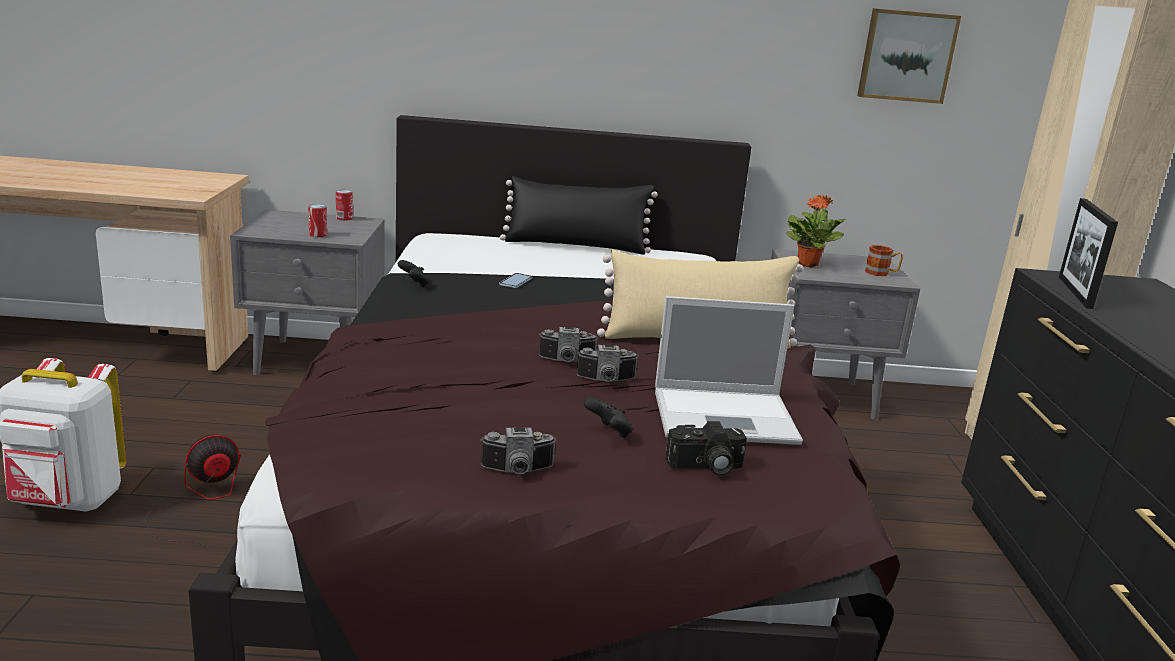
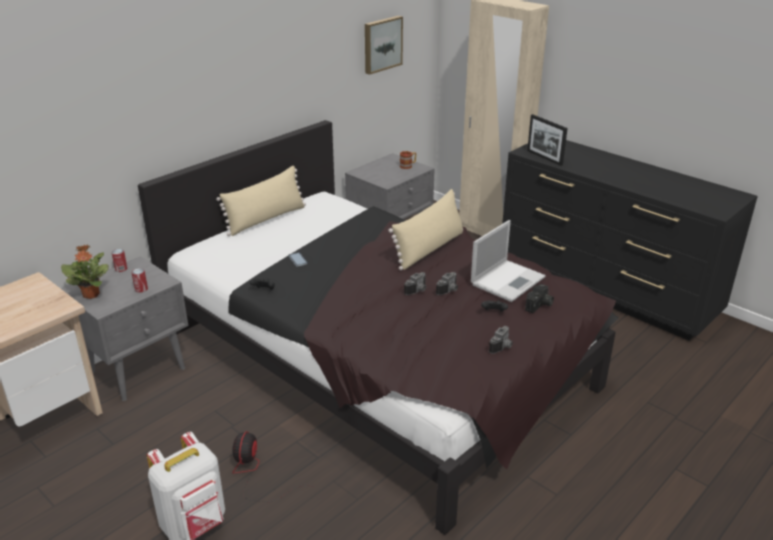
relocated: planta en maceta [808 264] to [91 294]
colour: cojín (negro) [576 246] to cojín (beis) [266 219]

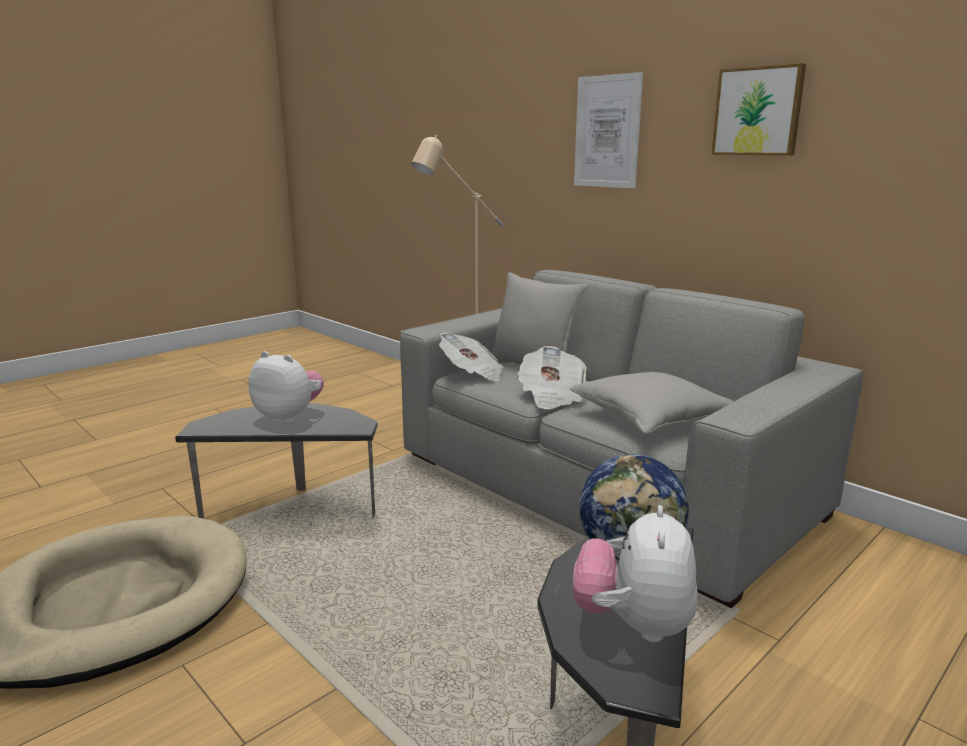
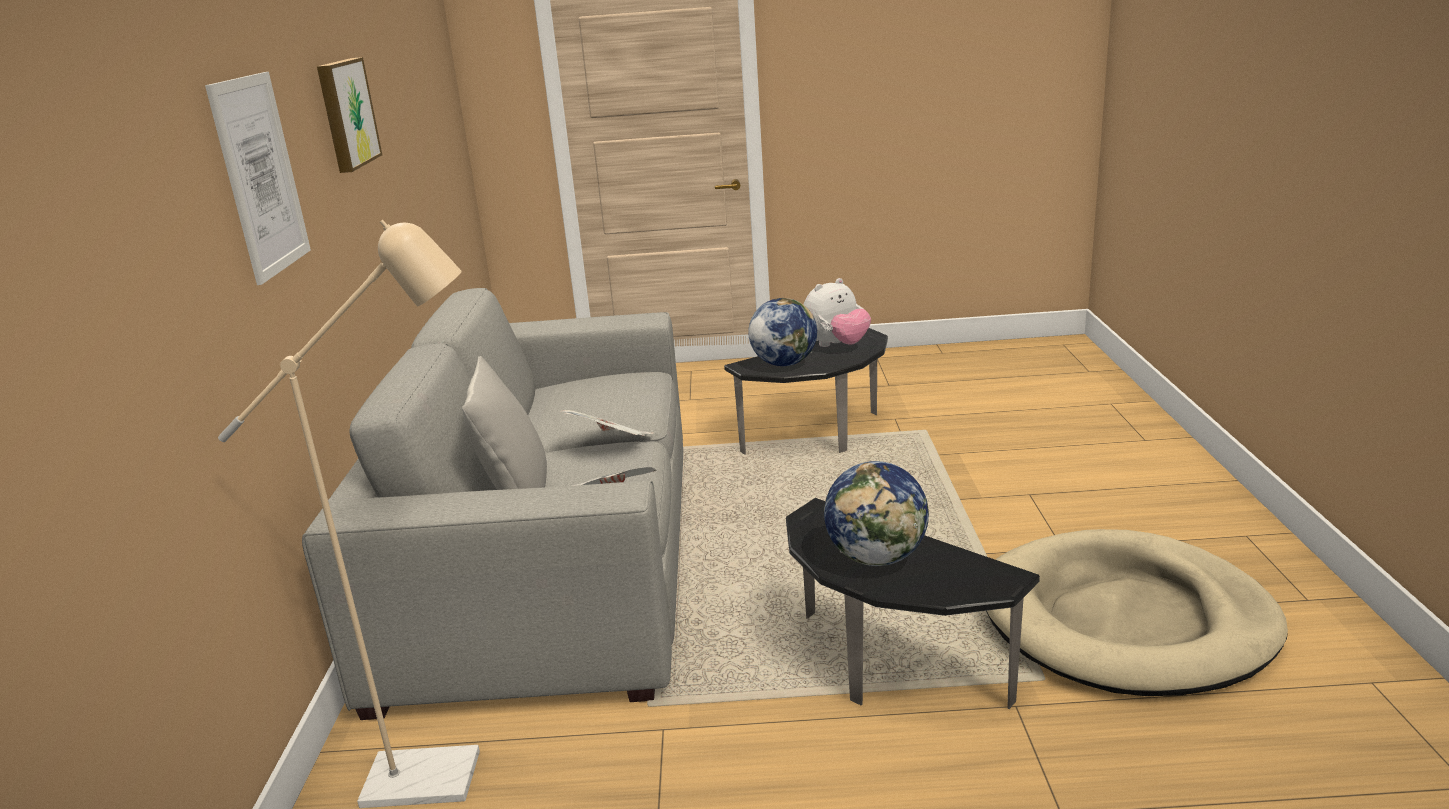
missing: cojín (gris) [650 419]
exchanged: peluche [289 417] to globo terráqueo [877 557]

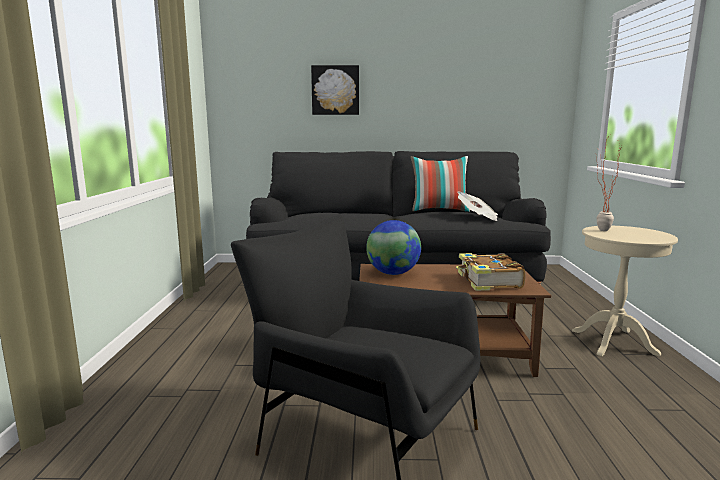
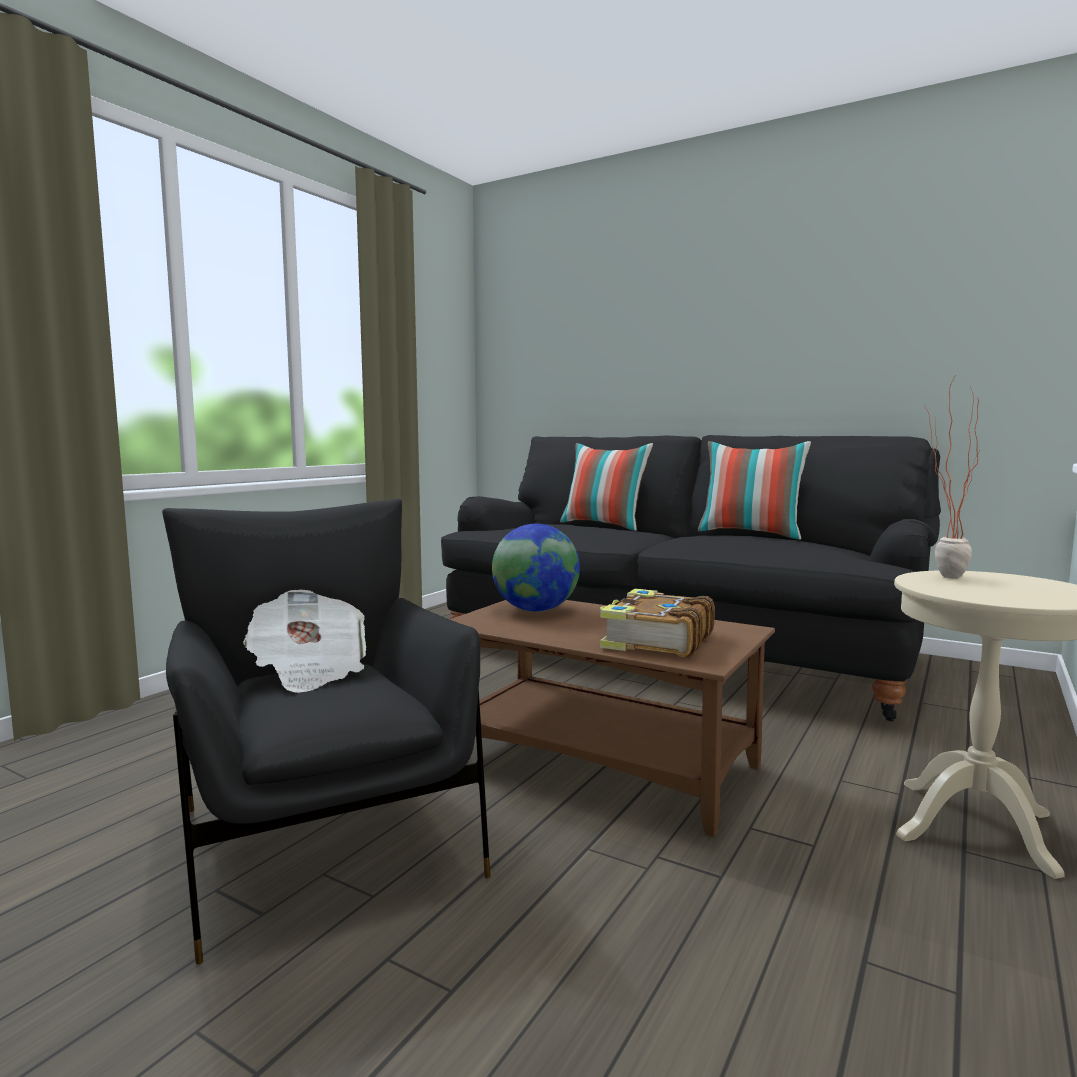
missing: cuadro [335 90]
appeared: cojín [604 526]
relocated: periódico [477 218] to [309 671]

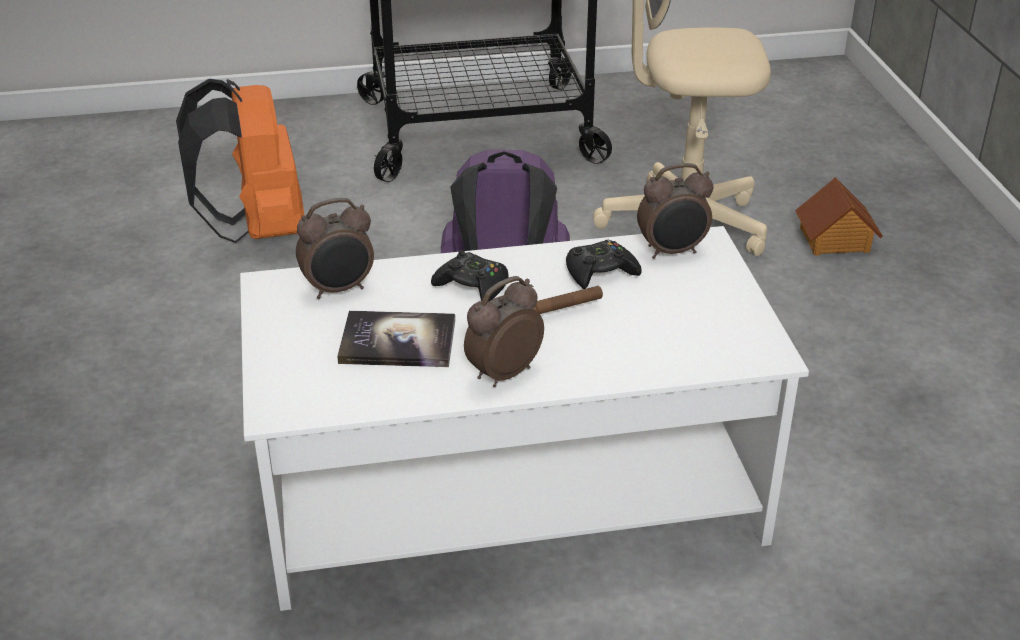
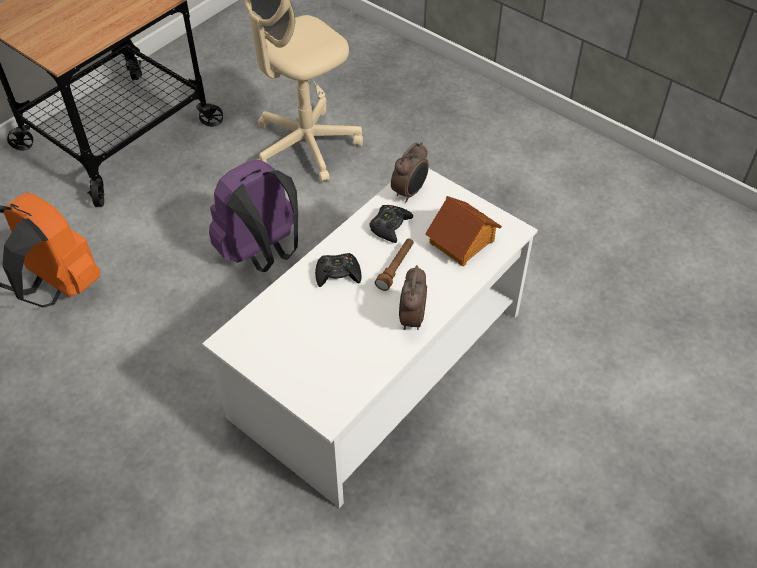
missing: despertador [339 289]; libro [397 342]
relocated: casita [835 240] to [462 242]

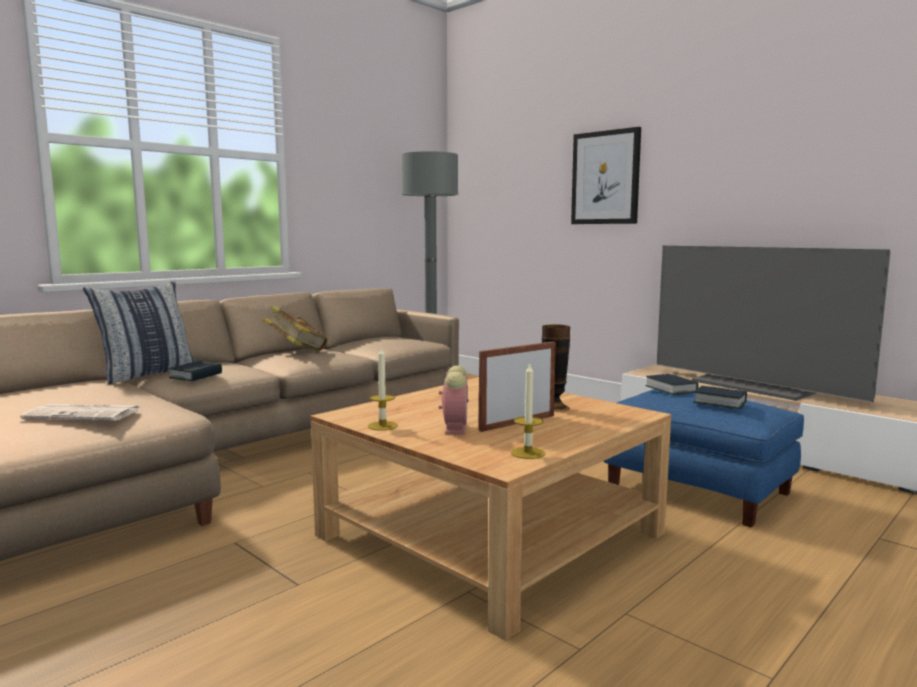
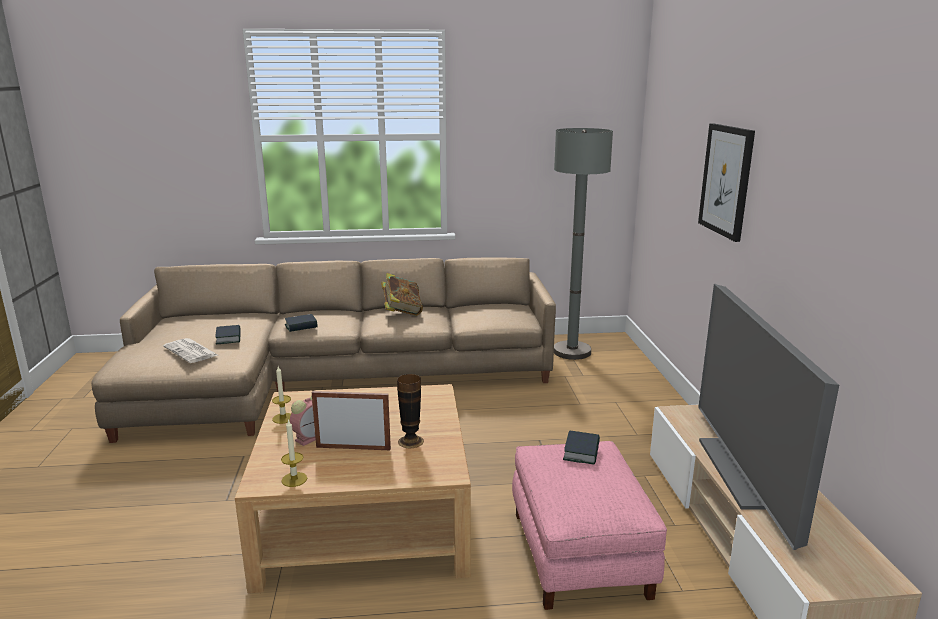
missing: cojín [147 374]
relocated: libro [719 402] to [229 338]
colour: puf (azul) [698 489] to puf (rosa) [580 553]

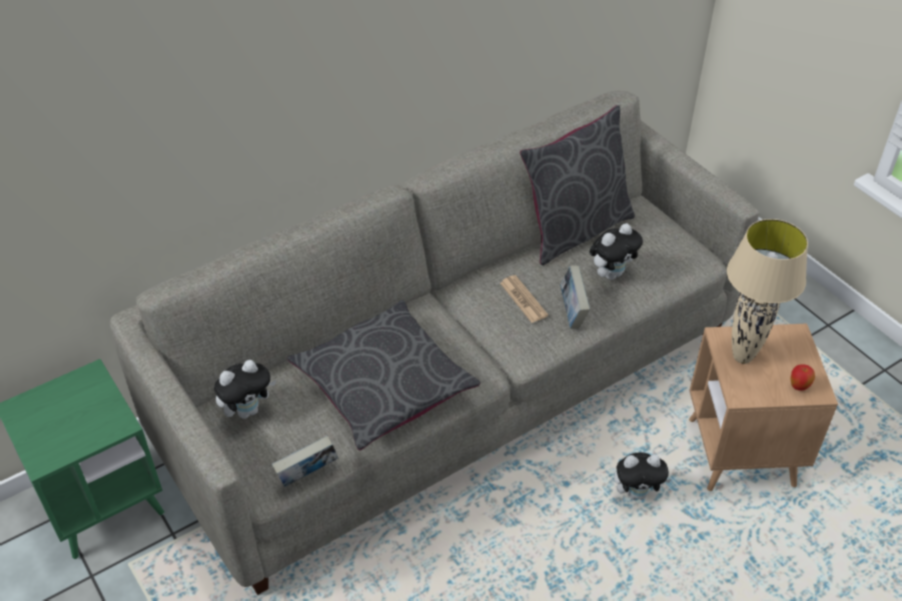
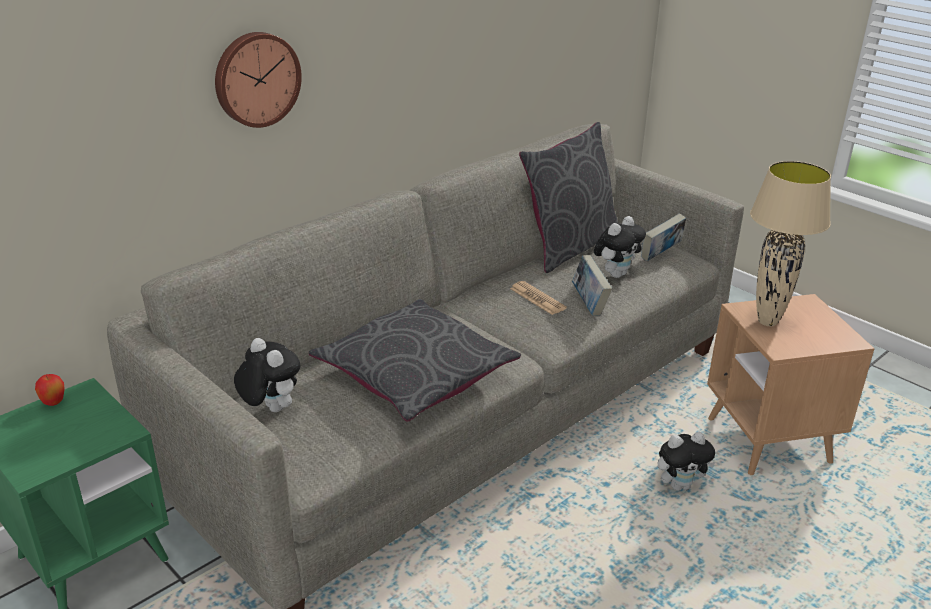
appeared: reloj de pared [256 79]
relocated: manzana [798 387] to [54 403]; libro [308 476] to [660 255]
spun: peluche [248 410] = [270 408] 90 degrees counterclockwise

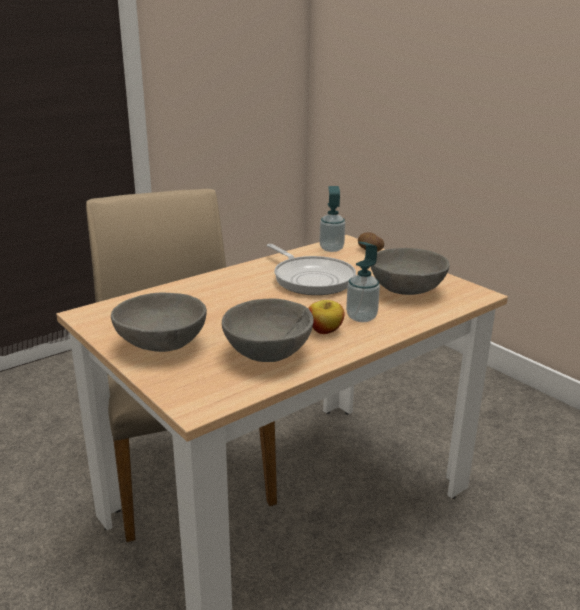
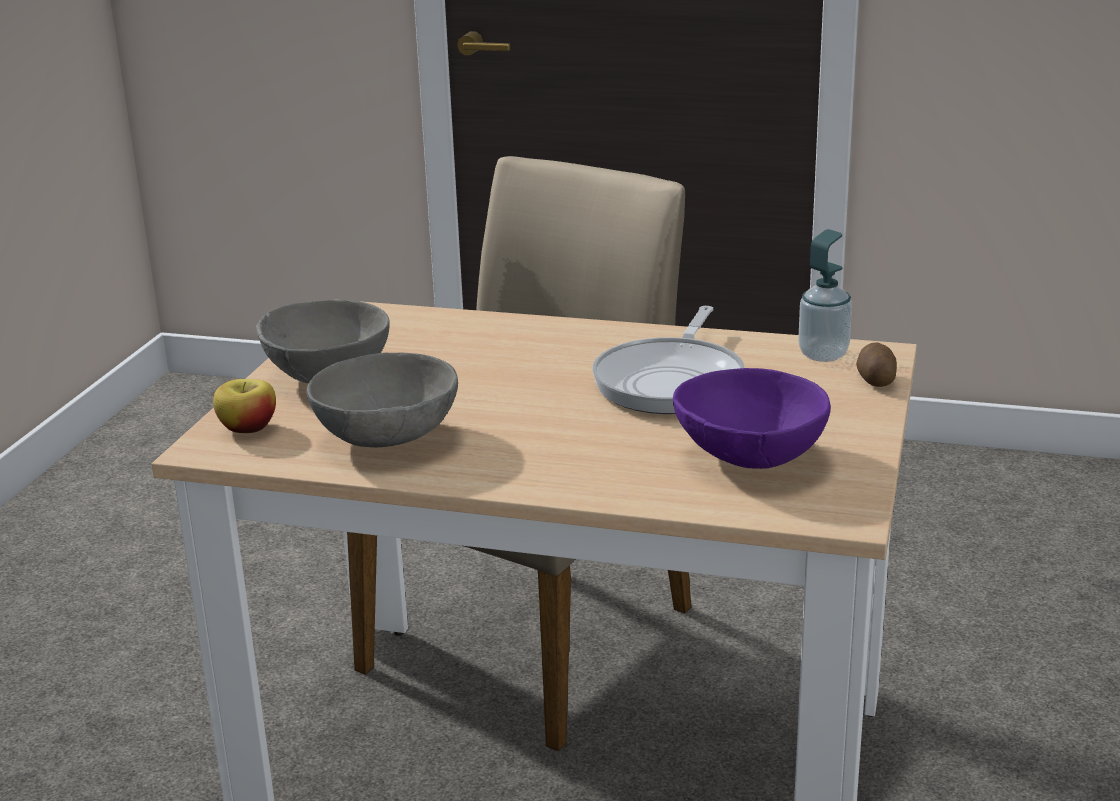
missing: dispensador de jabón [361 317]
relocated: manzana [325 330] to [248 428]
colour: cuenco (gris) [407 290] to cuenco (morado) [752 457]

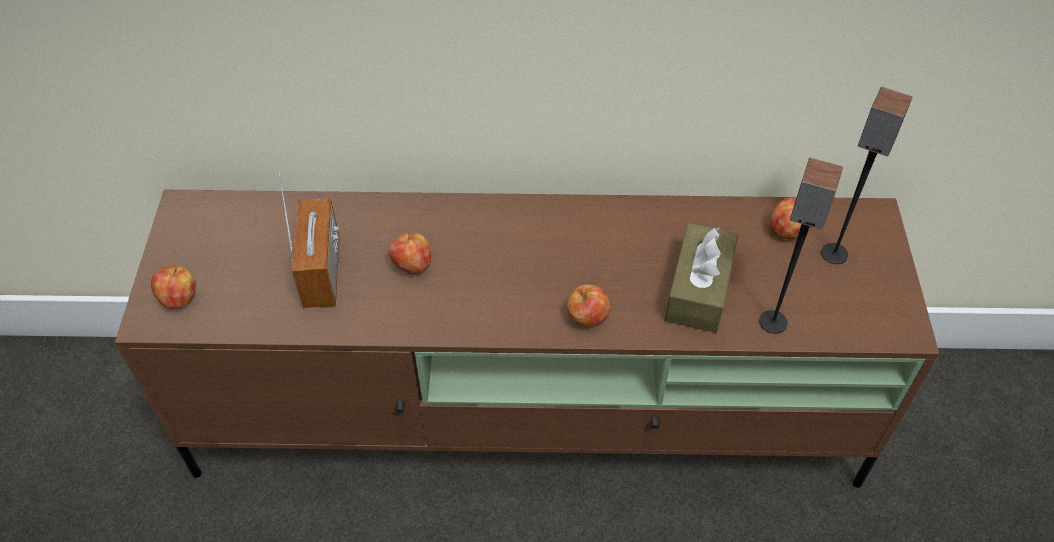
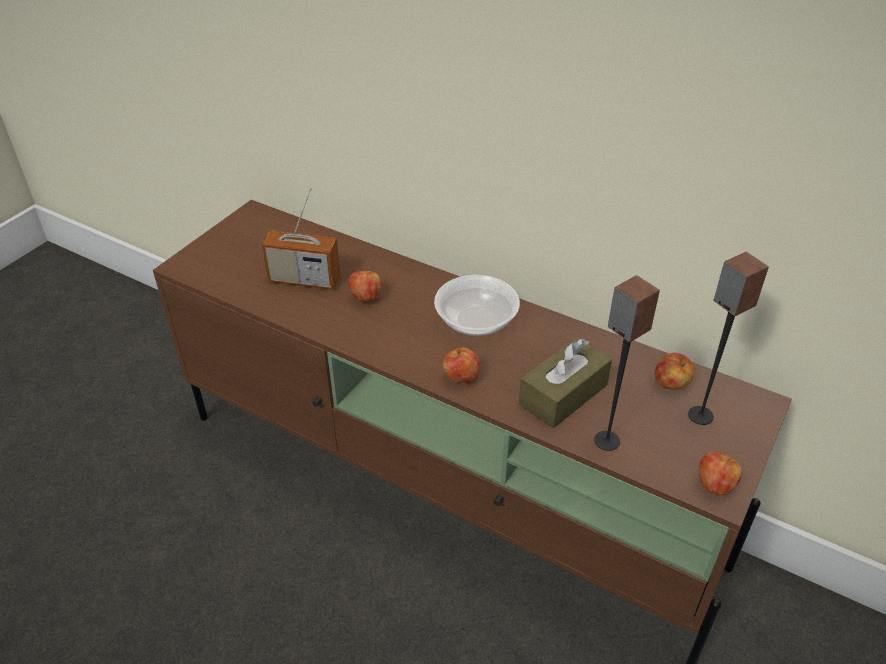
appeared: cuenco [476 321]
relocated: manzana [179 299] to [714 485]
spun: radio [322 273] = [304 280] 75 degrees clockwise

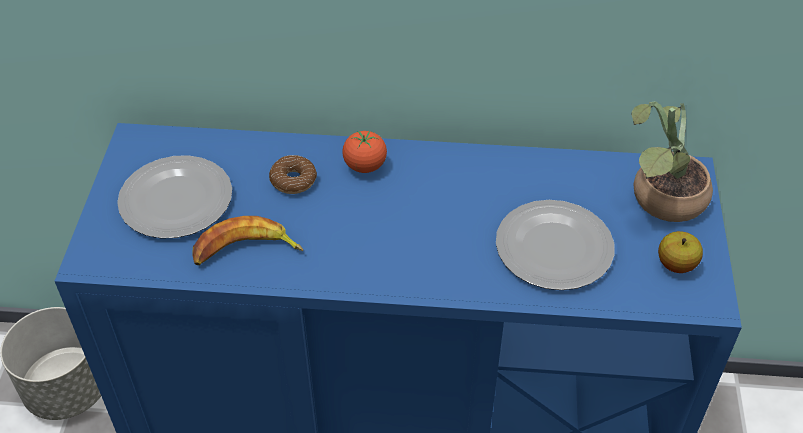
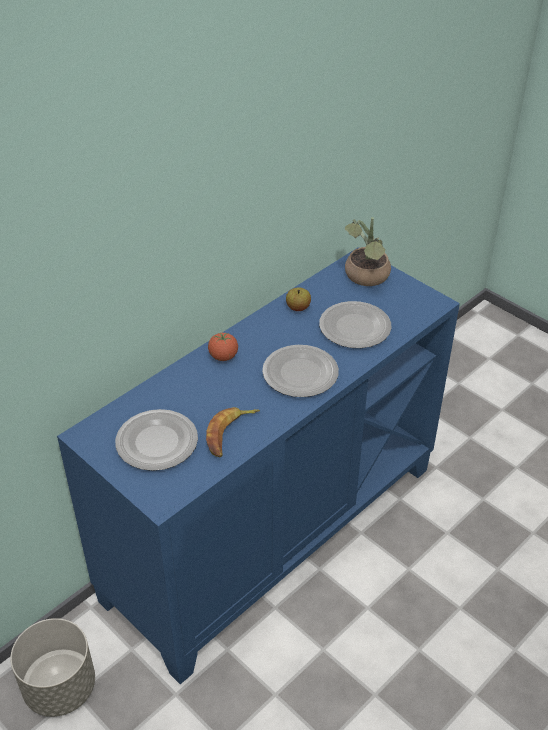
missing: rosquilla [293 180]
appeared: plato [299 374]
relocated: manzana [676 264] to [298 308]

